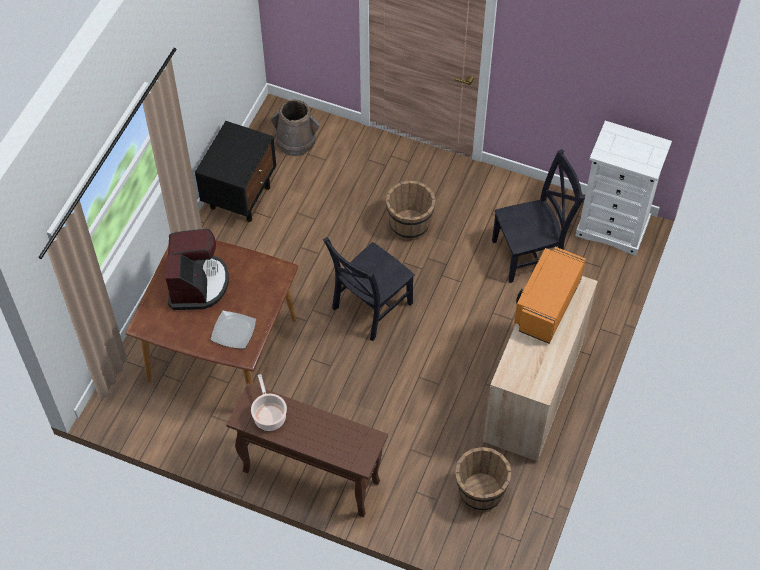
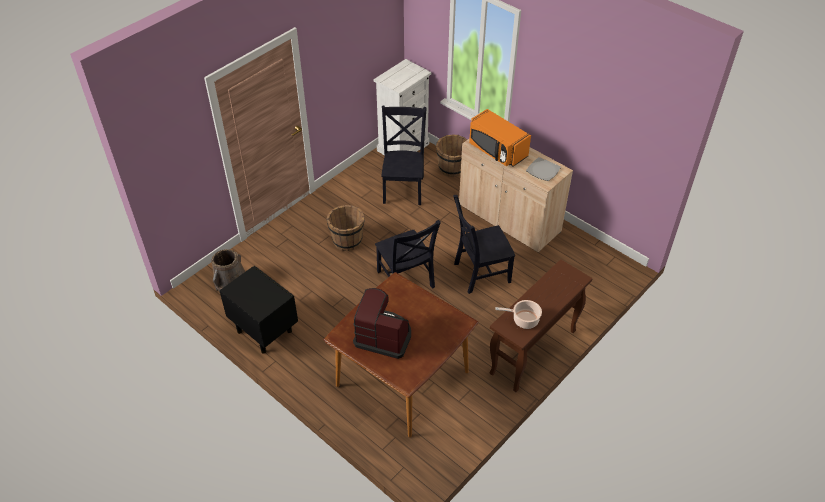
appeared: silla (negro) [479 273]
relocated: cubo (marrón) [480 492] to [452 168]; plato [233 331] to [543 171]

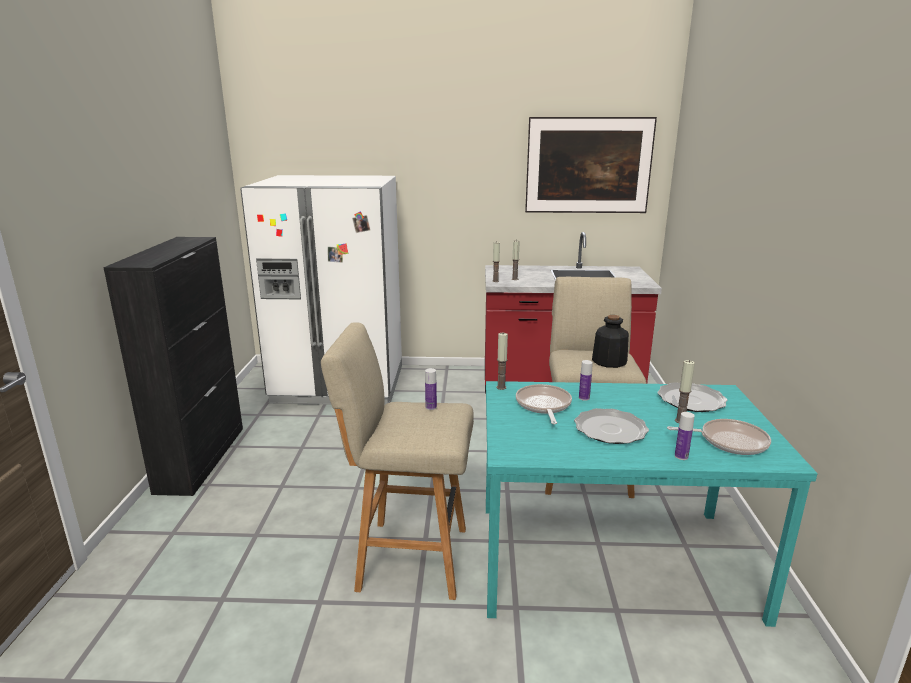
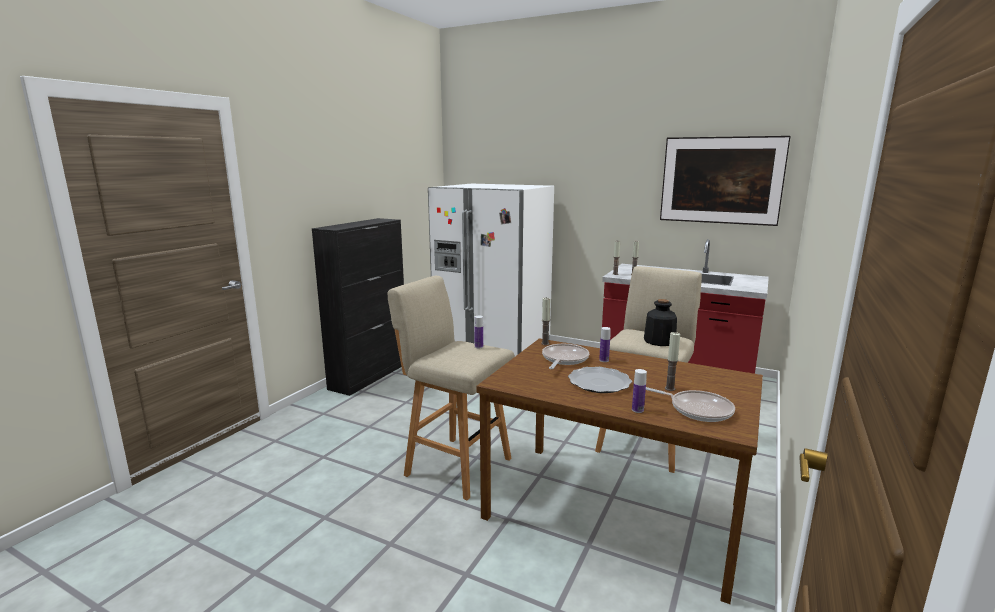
missing: plato [691 400]
colour: mesa de comedor (turquesa) [610 561] to mesa de comedor (marrón) [611 511]

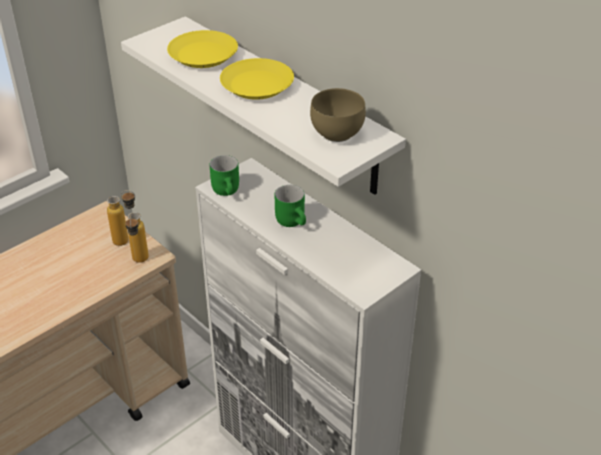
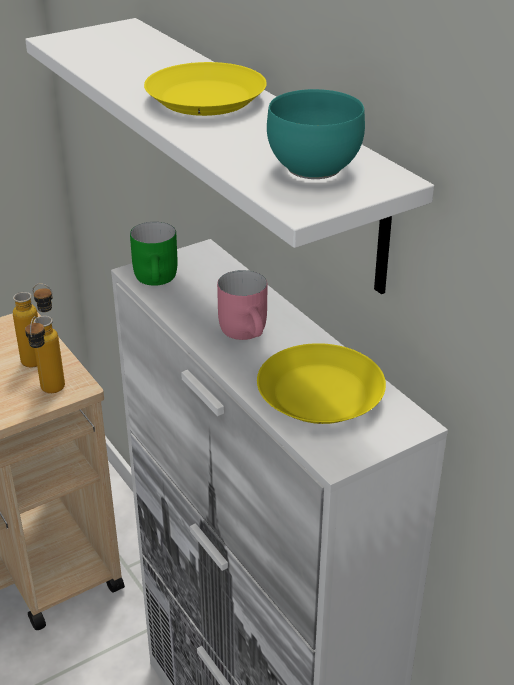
relocated: plato (amarillo) [203 55] to [321 393]
colour: taza grande (verde) [294 221] to taza grande (rosa) [249 332]; cuenco (marrón) [337 132] to cuenco (turquesa) [316 167]

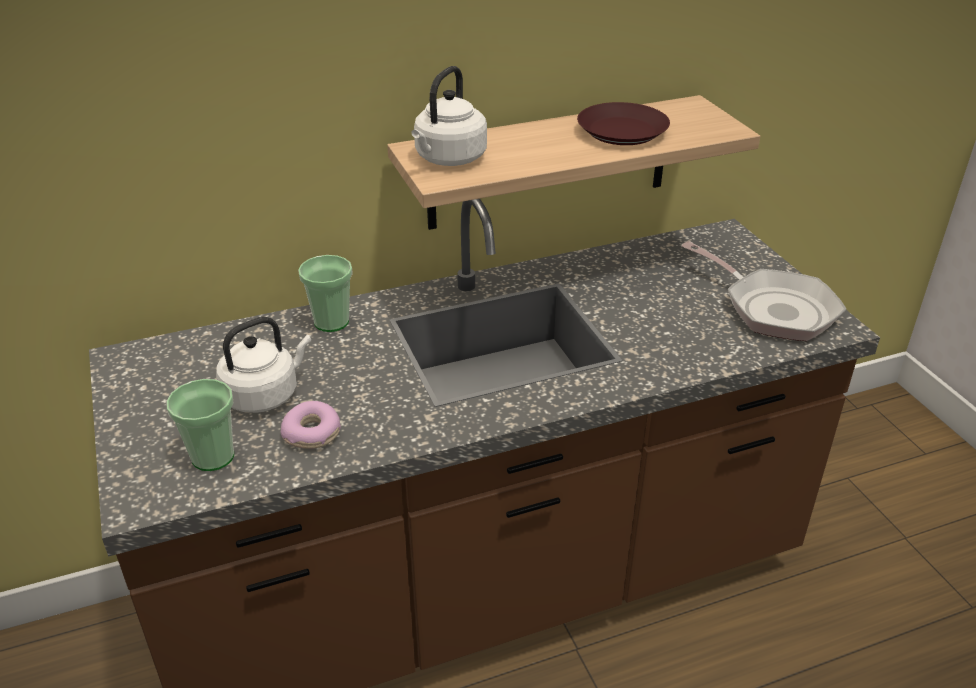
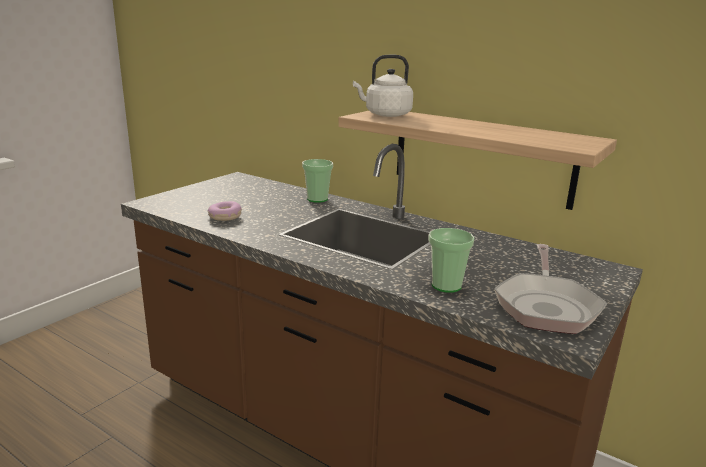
missing: hervidor (blanco) [265 395]; plato (marrón) [623 131]
relocated: taza [213 456] to [446 285]

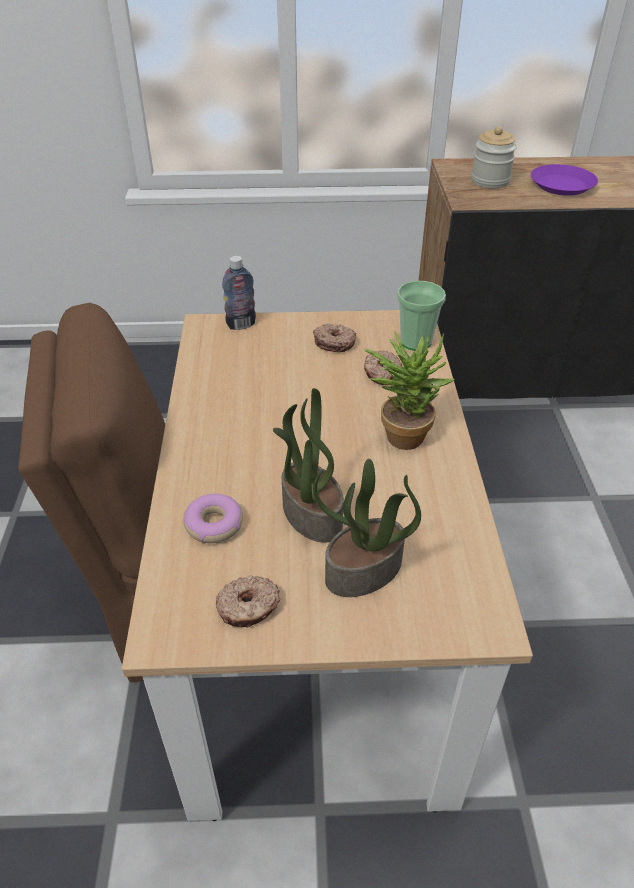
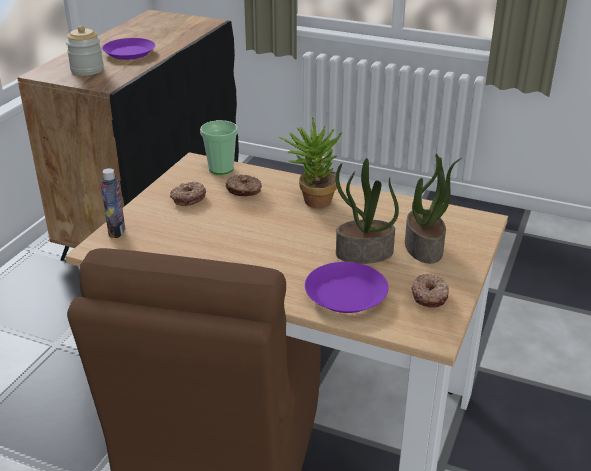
exchanged: rosquilla [214 524] to plato (morado) [346 294]

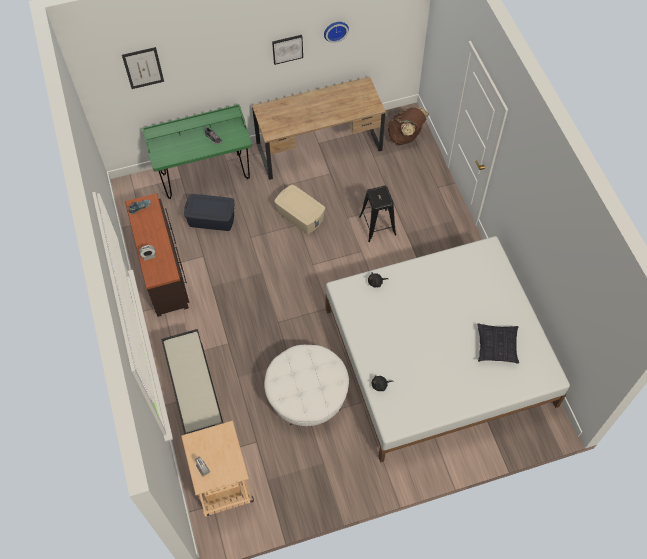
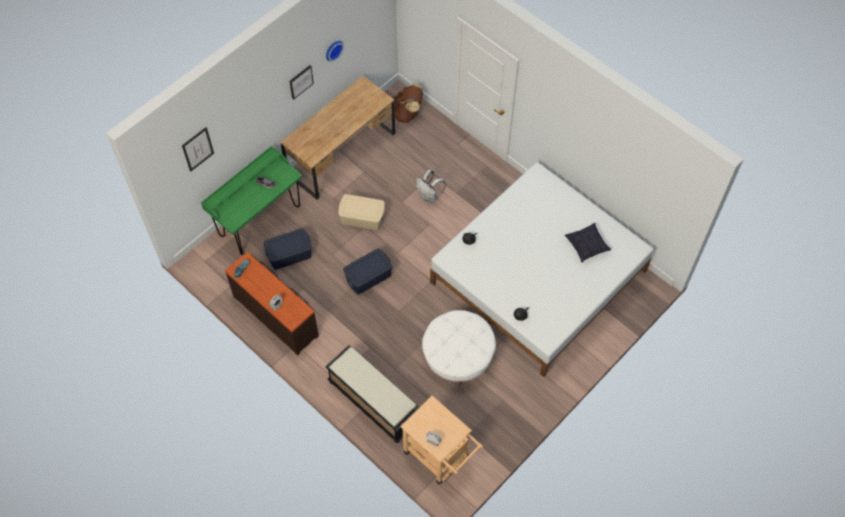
appeared: caja de almacenaje (azul) [368 277]
exchanged: taburete (negro) [377 225] to mochila (blanco) [429 197]

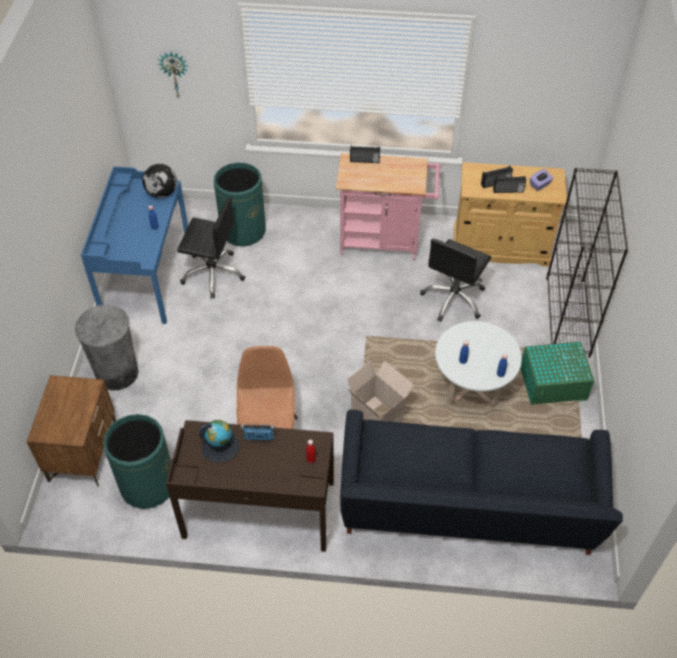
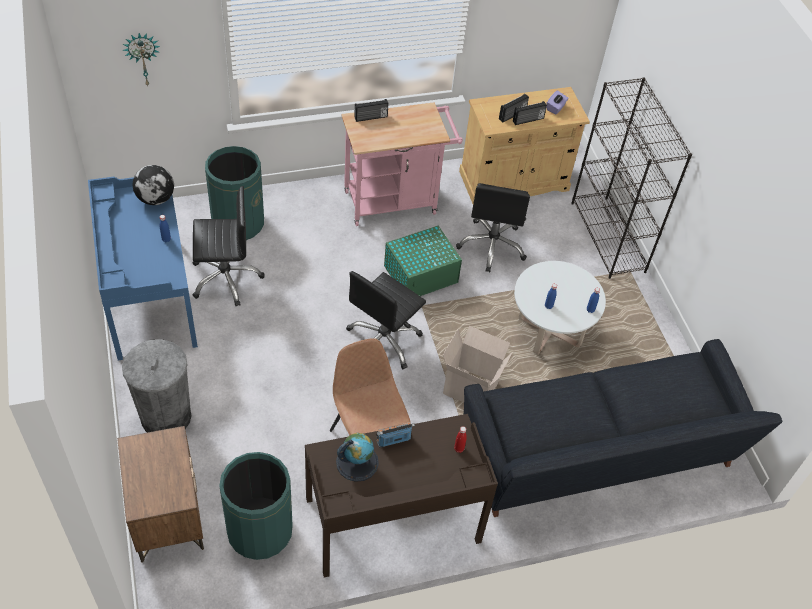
appeared: silla de oficina (negro) [383 341]
relocated: caja de almacenaje (verde) [554 383] to [422 274]

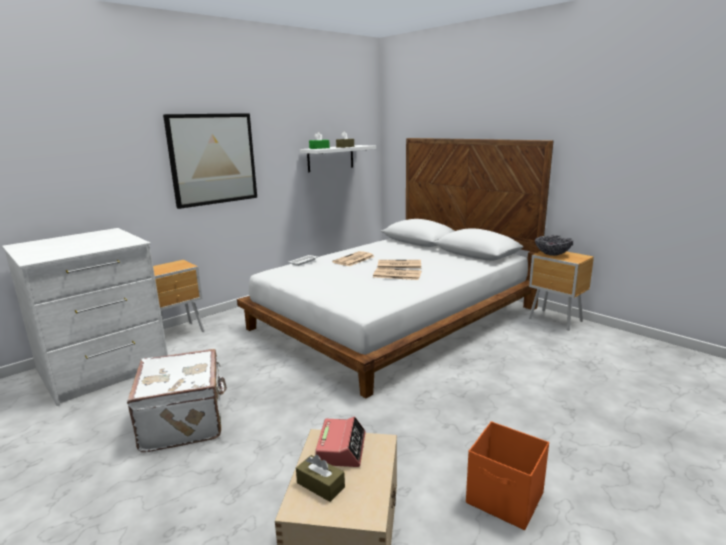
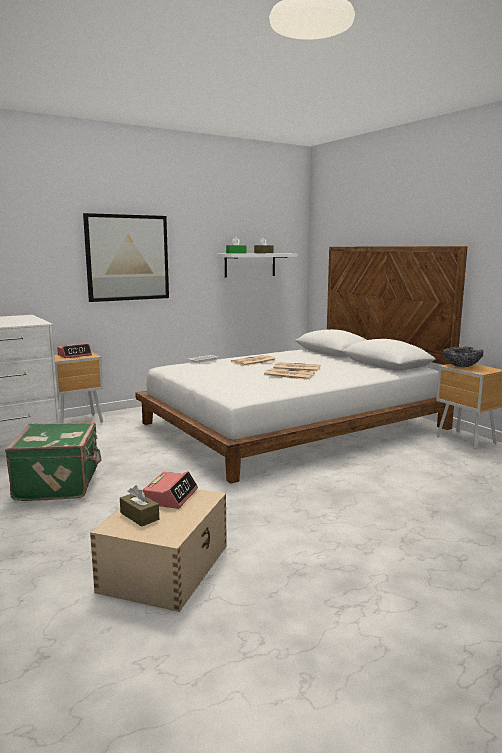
missing: caja de almacenaje (naranja) [505 499]
appeared: despertador [75 355]
colour: maleta (blanco) [185 421] to maleta (verde) [59 484]

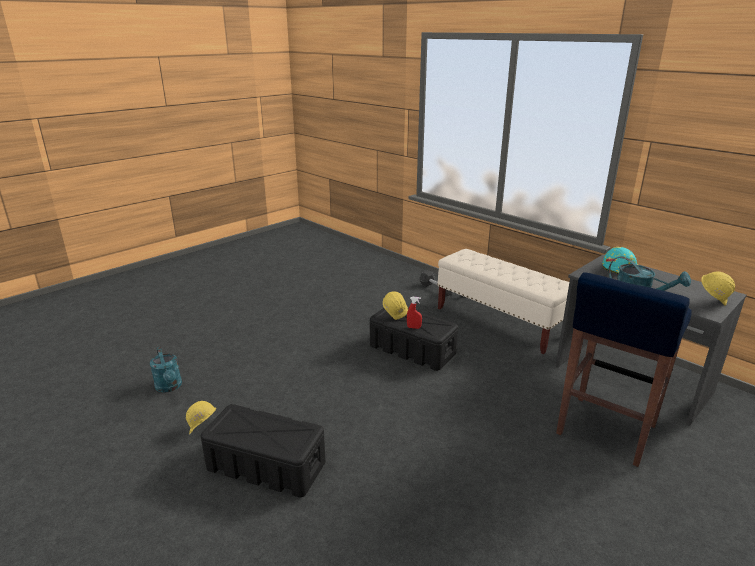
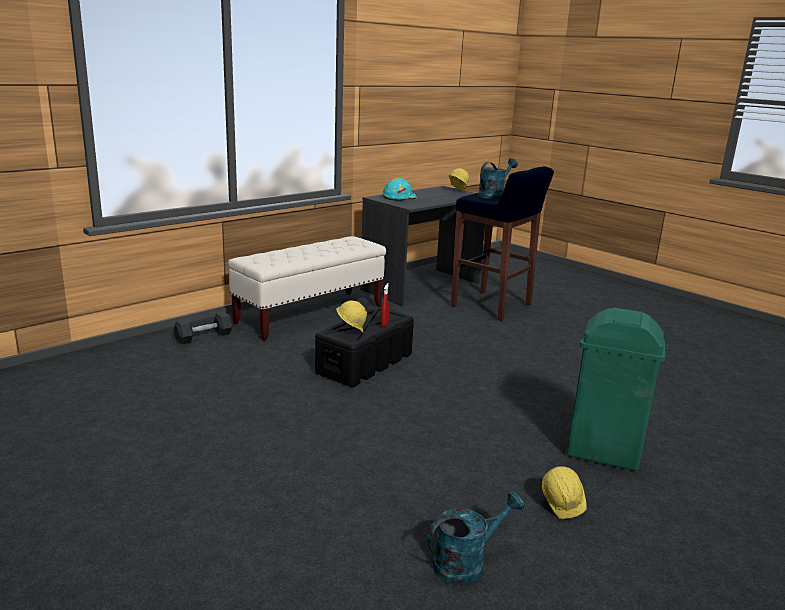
exchanged: caja de almacenaje (negro) [265 465] to papelera (verde) [604 454]

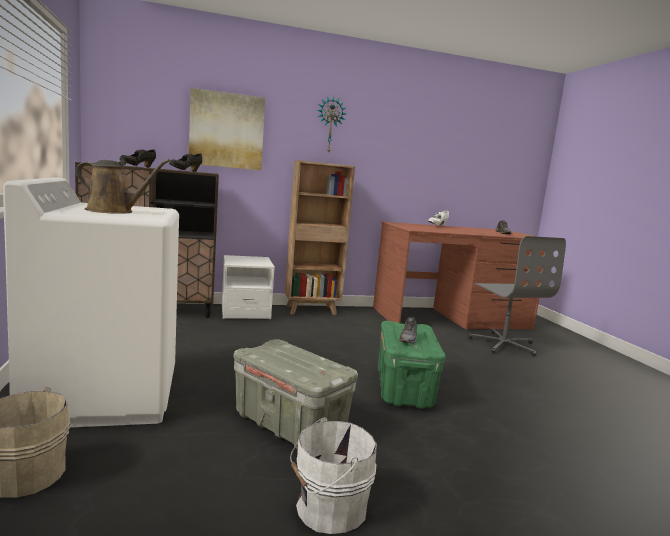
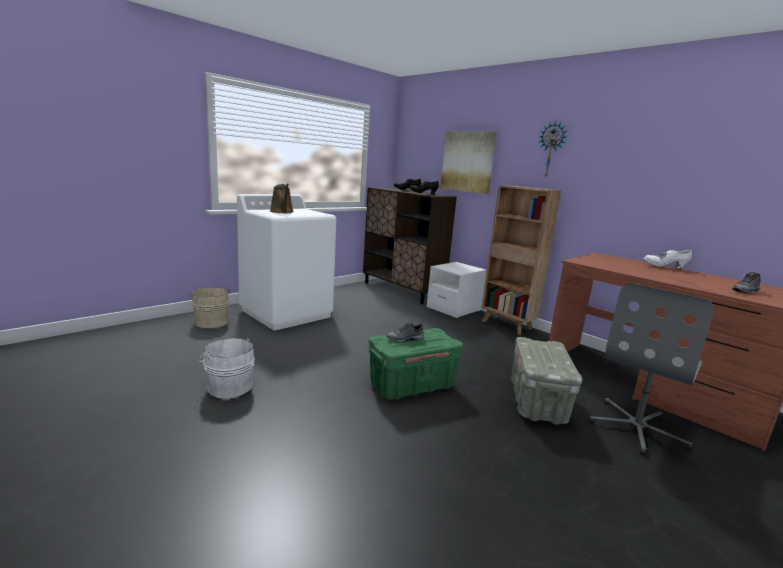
relocated: caja de almacenaje (gris) [288 424] to [536 401]

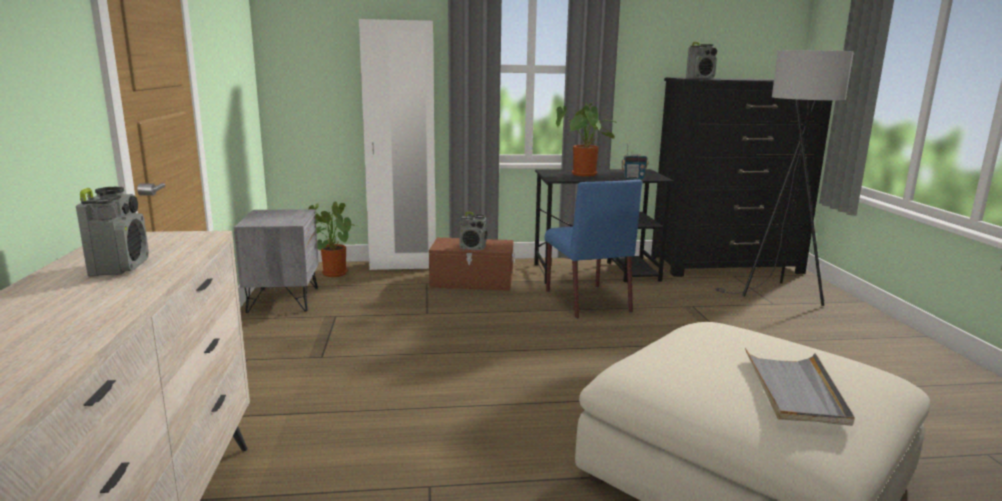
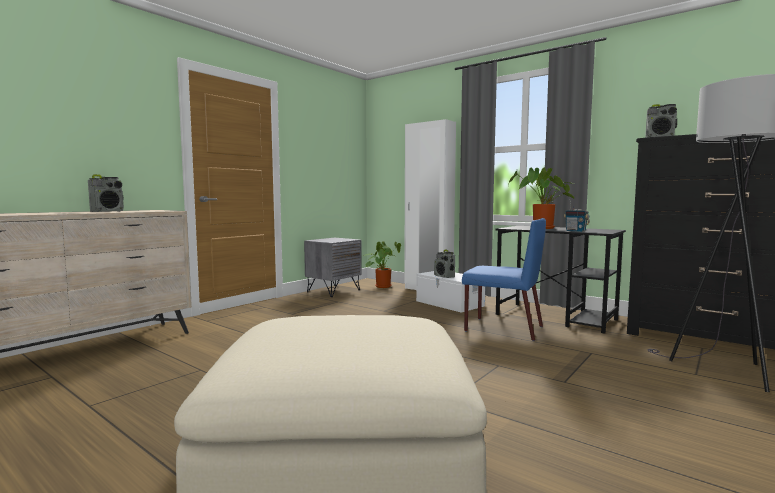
missing: bandeja (gris) [795 390]
colour: caja de almacenaje (marrón) [472 281] to caja de almacenaje (blanco) [449 303]
spun: silla (azul) [586 301] = [502 328] 90 degrees counterclockwise

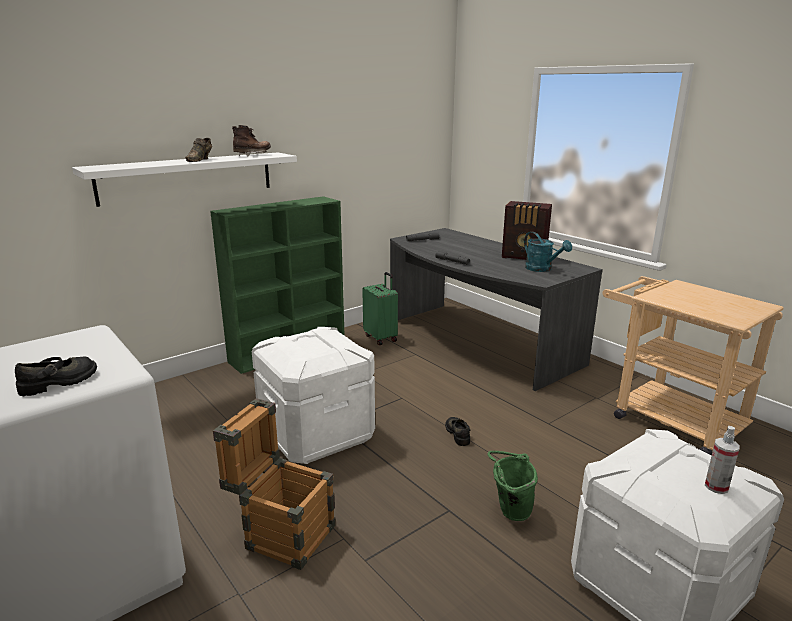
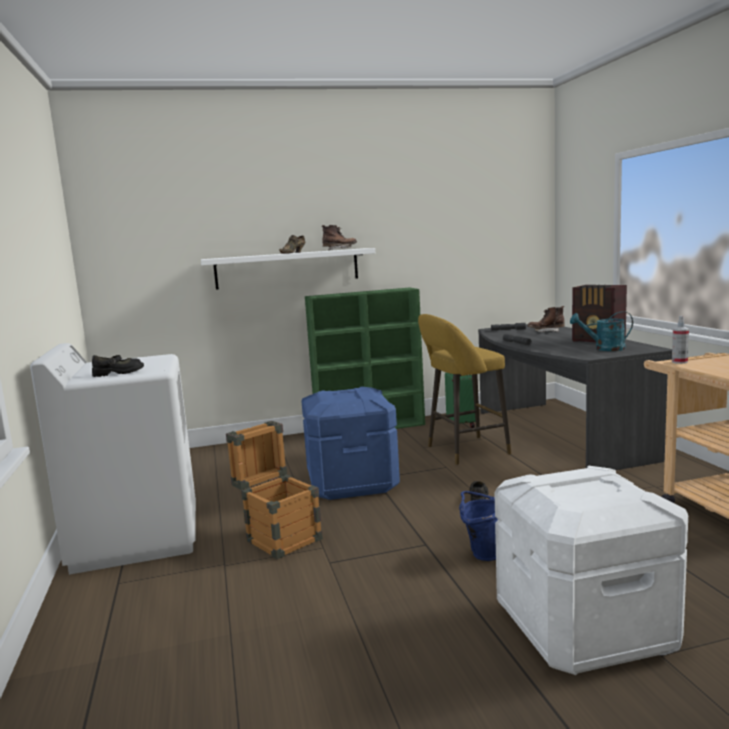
appeared: taburete (amarillo) [463 451]; bota (marrón) [546 331]
relocated: pulverizador [716 486] to [679 362]
colour: caja de almacenaje (blanco) [316 434] to caja de almacenaje (azul) [351 482]; cubo (verde) [509 511] to cubo (azul) [481 553]
spun: regadera (turquesa) [542 269] = [604 349] 105 degrees clockwise

